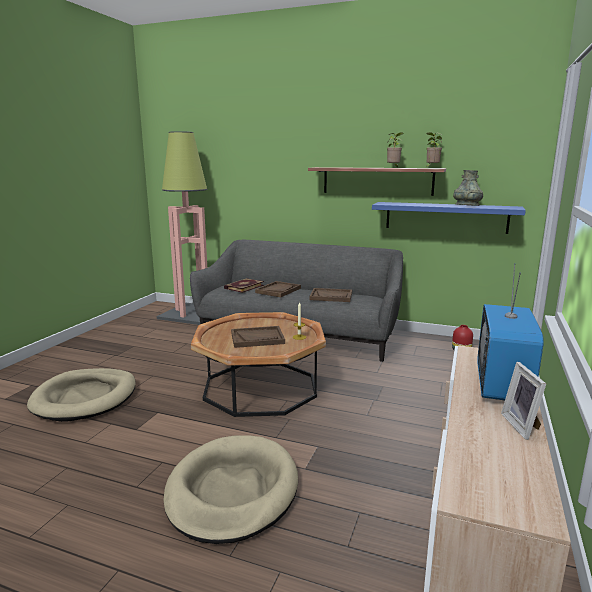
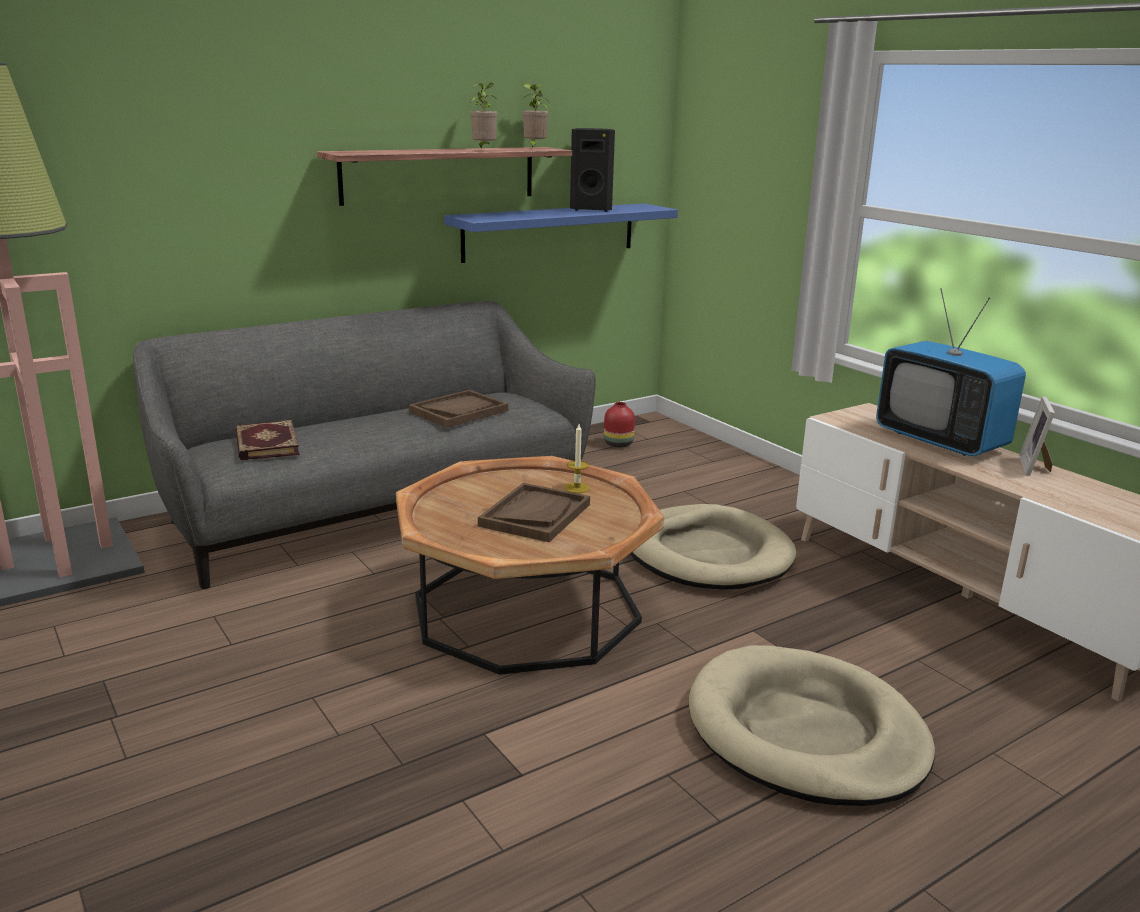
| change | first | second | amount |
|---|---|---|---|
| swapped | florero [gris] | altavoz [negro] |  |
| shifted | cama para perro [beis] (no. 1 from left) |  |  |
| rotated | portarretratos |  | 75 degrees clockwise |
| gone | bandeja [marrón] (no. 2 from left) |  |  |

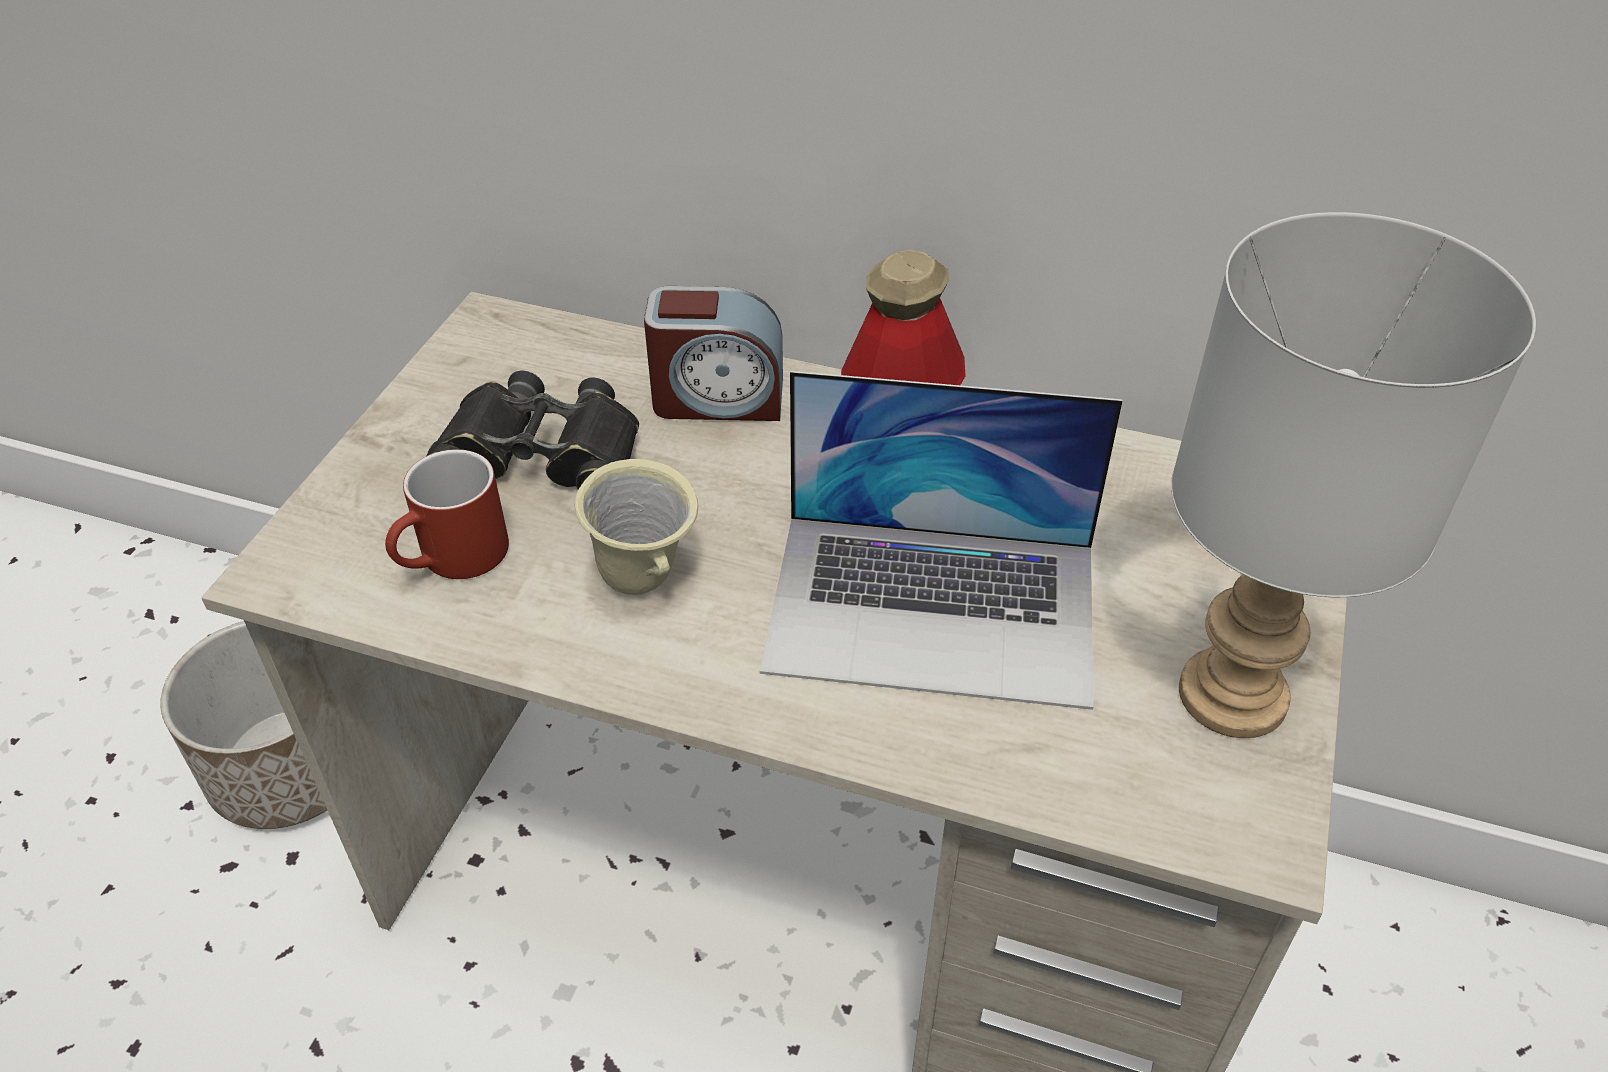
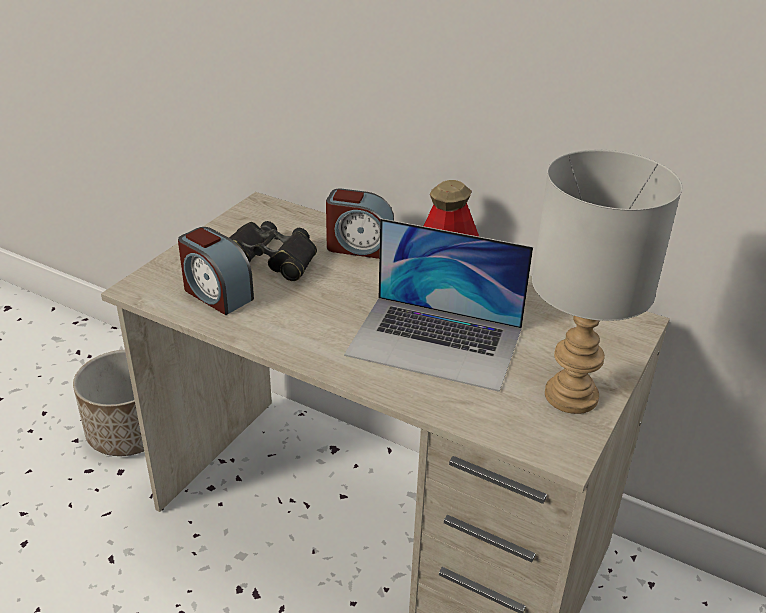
| change | first | second | amount |
|---|---|---|---|
| swapped | taza grande [rojo] | despertador (no. 1 from left) |  |
| gone | taza grande [beis] |  |  |

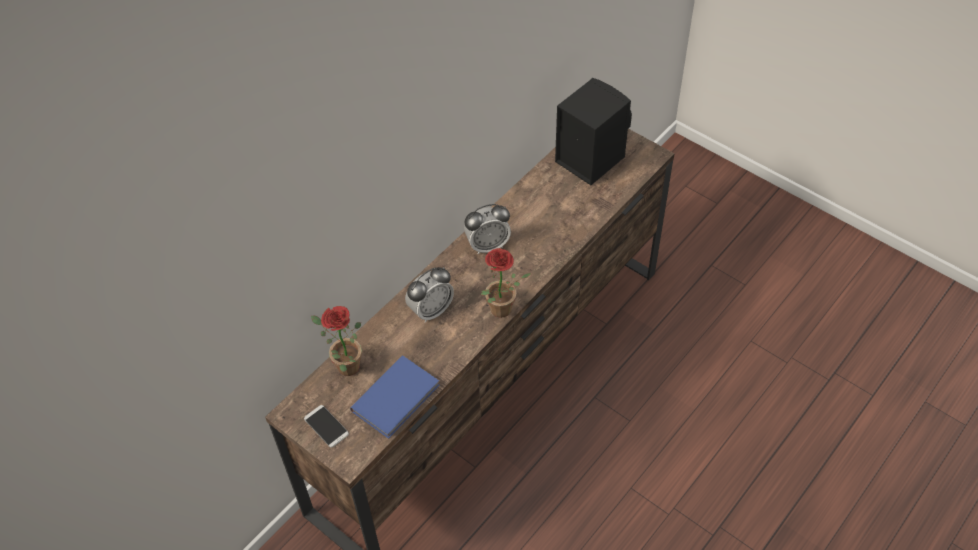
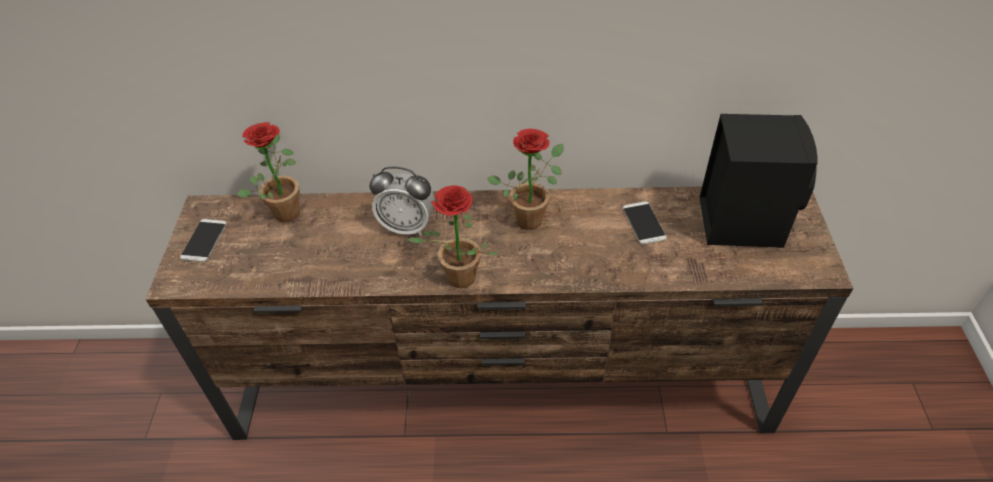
| change | first | second | amount |
|---|---|---|---|
| swapped | despertador (no. 2 from left) | planta en maceta (no. 3 from left) |  |
| new |  | móvil (no. 2 from left) |  |
| gone | libro [azul] |  |  |

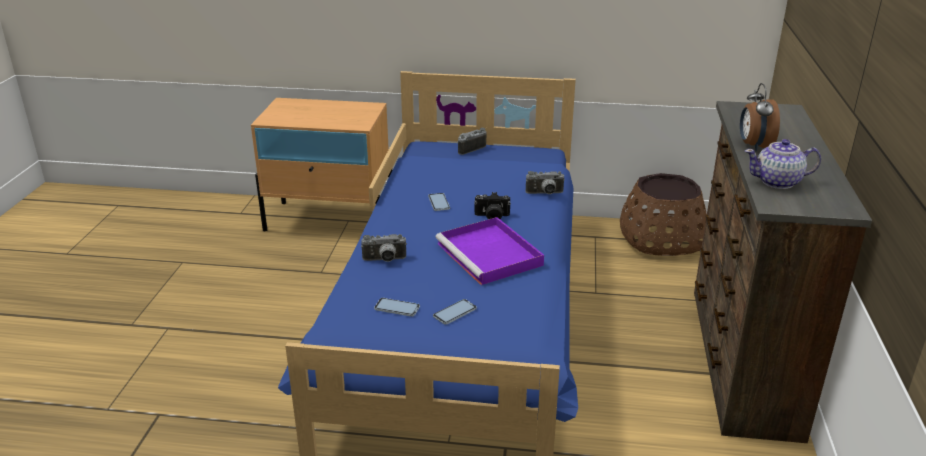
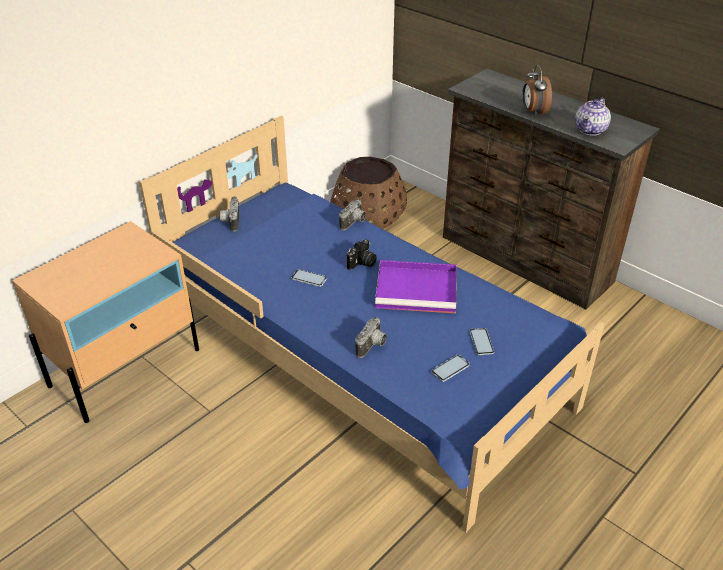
| change | first | second | amount |
|---|---|---|---|
| rotated | despertador |  | 45 degrees clockwise |

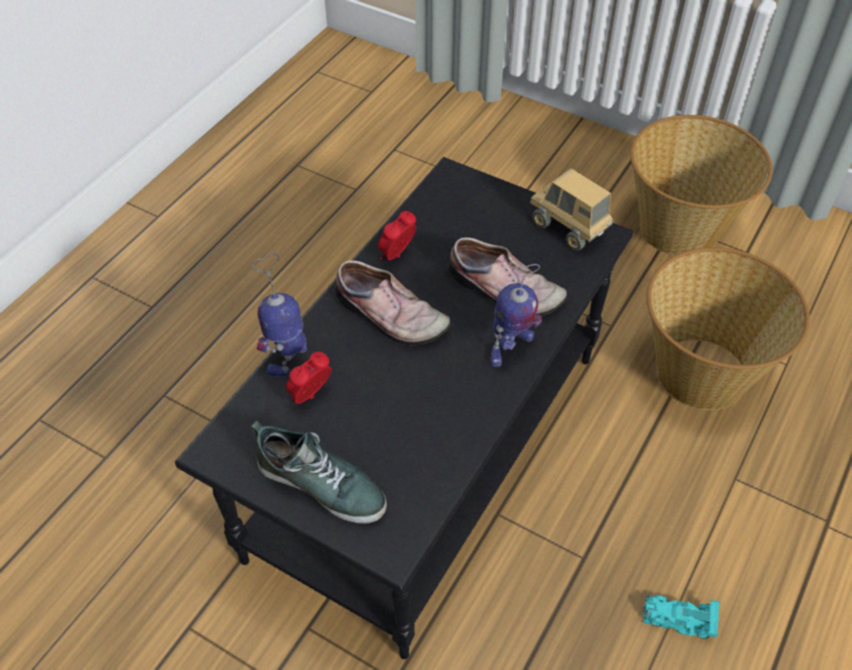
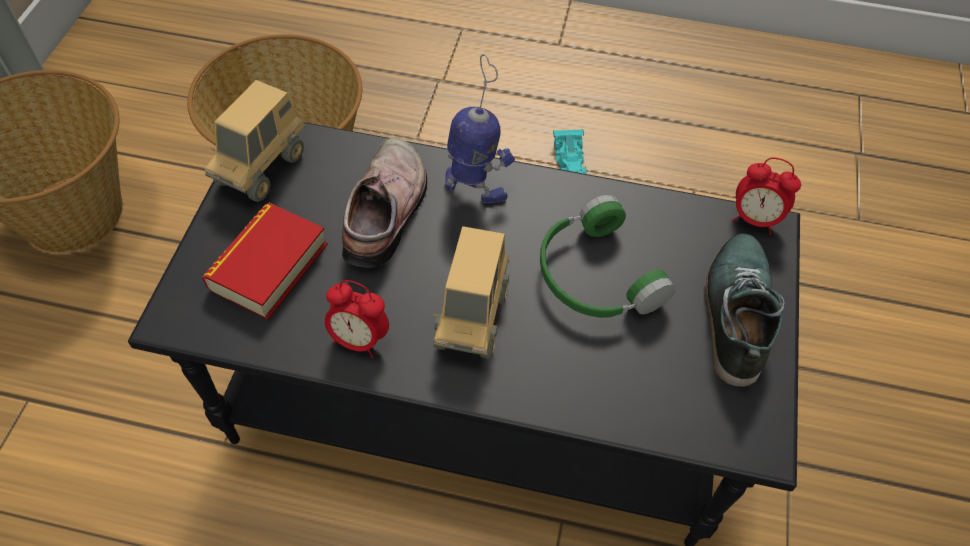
| change | first | second | amount |
|---|---|---|---|
| new |  | libro |  |
| swapped | zapato (no. 2 from left) | camión de juguete (no. 2 from left) |  |
| new |  | auriculares [verde] |  |
| shifted | despertador (no. 1 from left in the first image) | despertador (no. 2 from left) |  |
| gone | robot de juguete (no. 1 from left) |  |  |

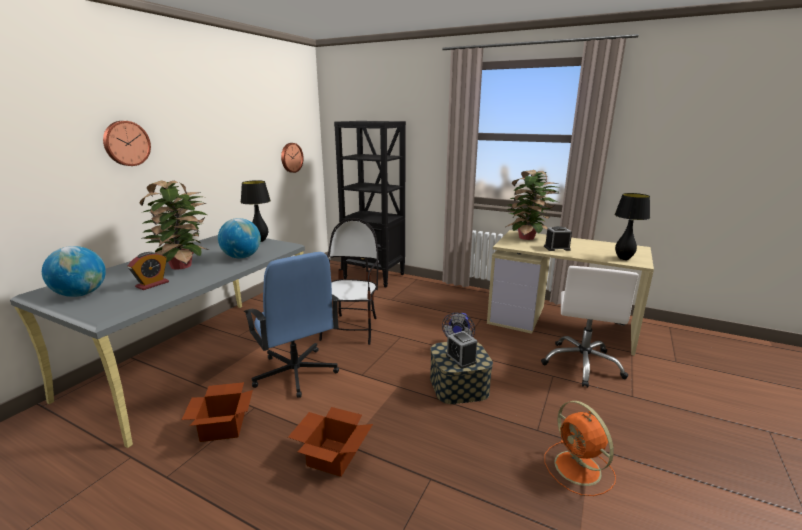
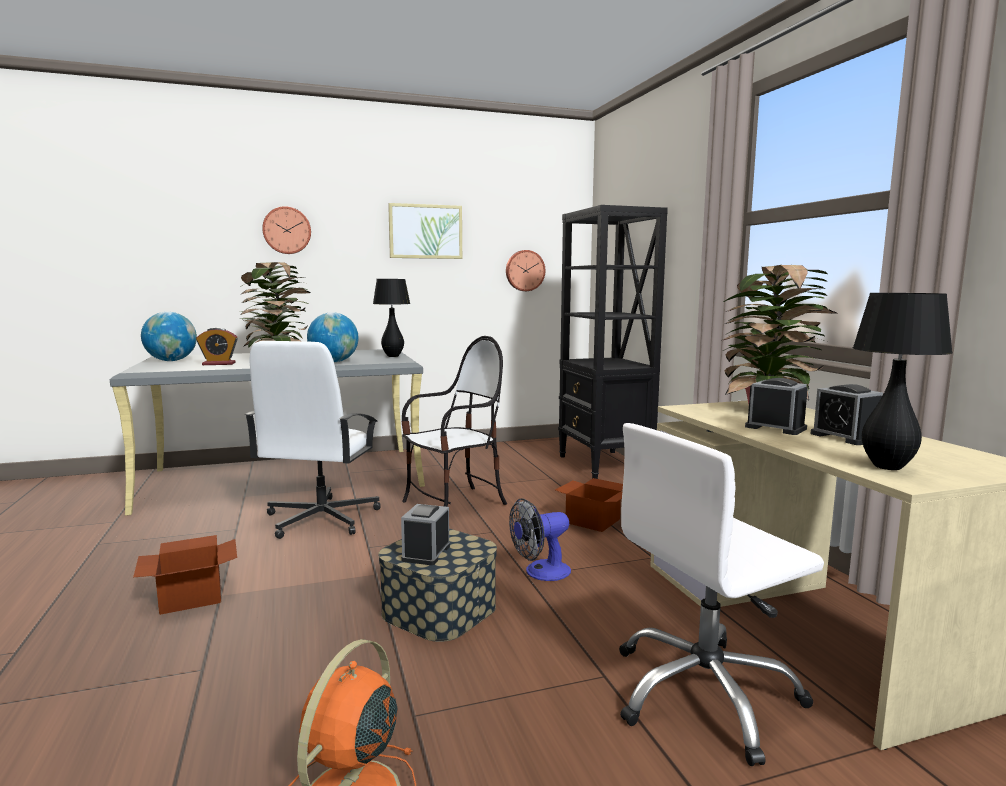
| change | first | second | amount |
|---|---|---|---|
| repainted | silla de oficina [azul] | silla de oficina [blanco] (no. 1 from left) |  |
| new |  | cuadro |  |
| shifted | caja de cartón (no. 1 from left in the first image) | caja de cartón (no. 2 from left) |  |
| new |  | despertador (no. 4 from left) |  |

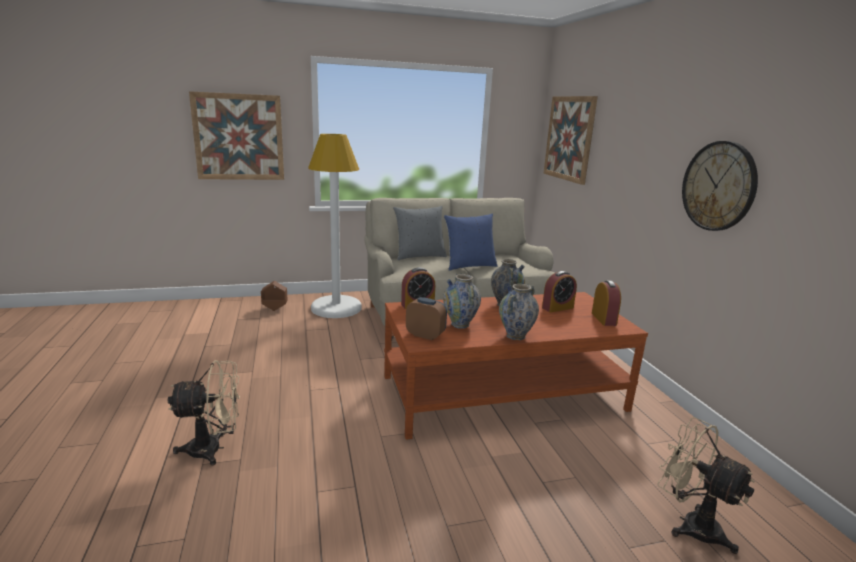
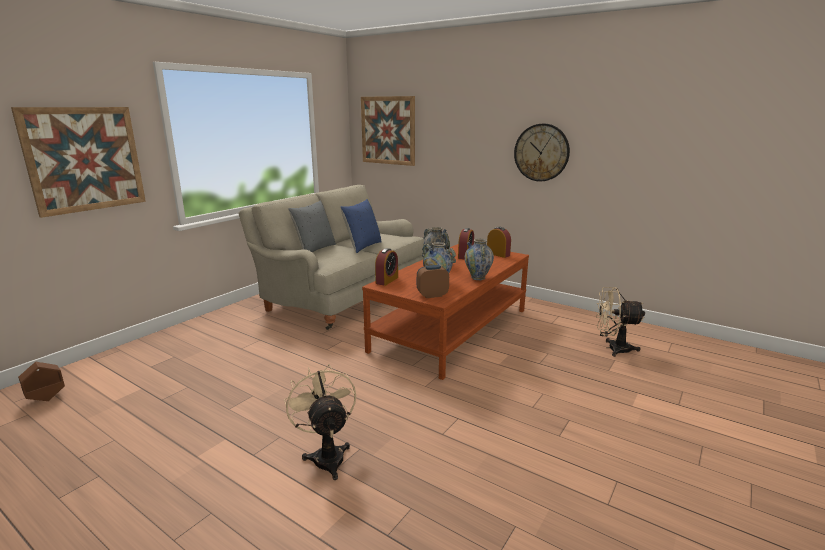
| change | first | second | amount |
|---|---|---|---|
| shifted | maceta [marrón] |  |  |
| rotated | ventilador [beis] (no. 1 from left) |  | 60 degrees counterclockwise |
| gone | lámpara de pie [blanco] |  |  |

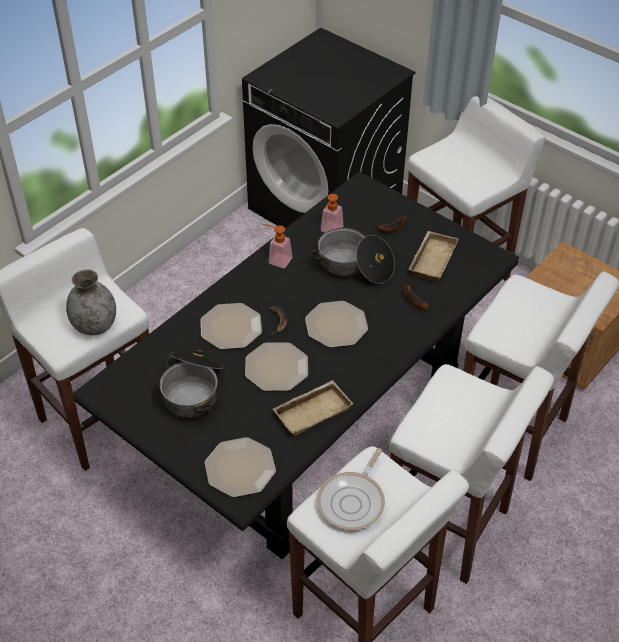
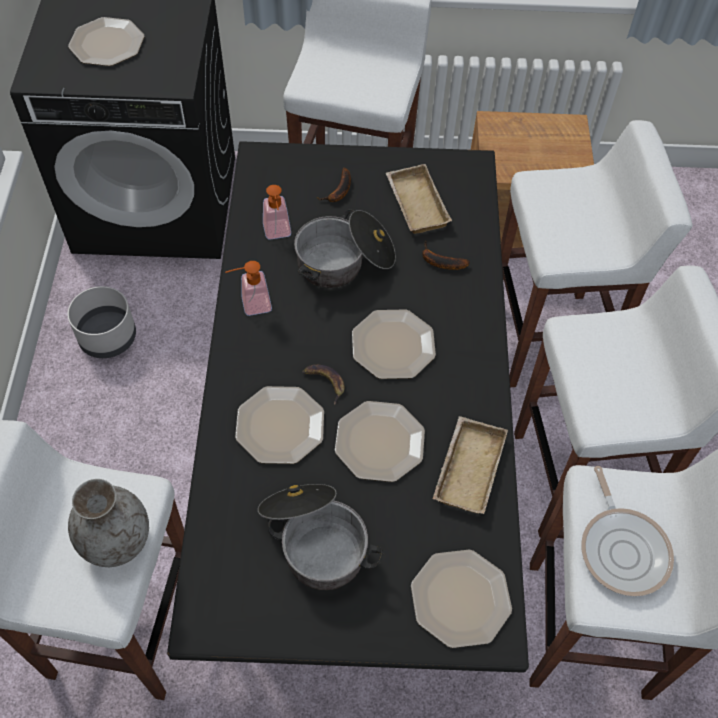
| change | first | second | amount |
|---|---|---|---|
| new |  | maceta [gris] |  |
| new |  | plato (no. 1 from left) |  |

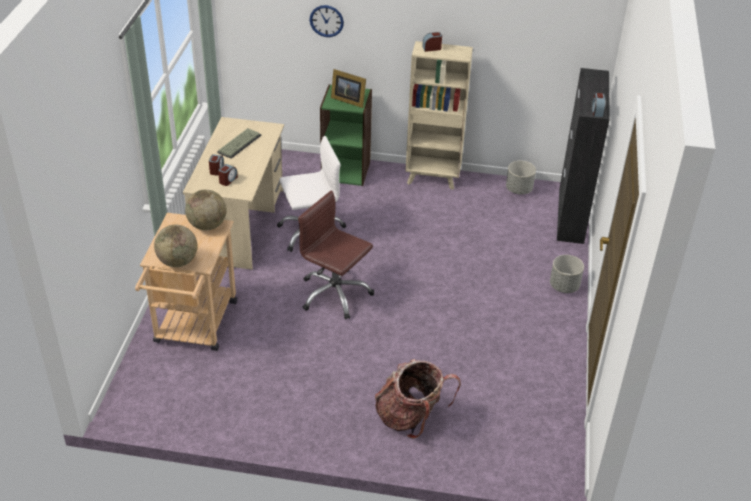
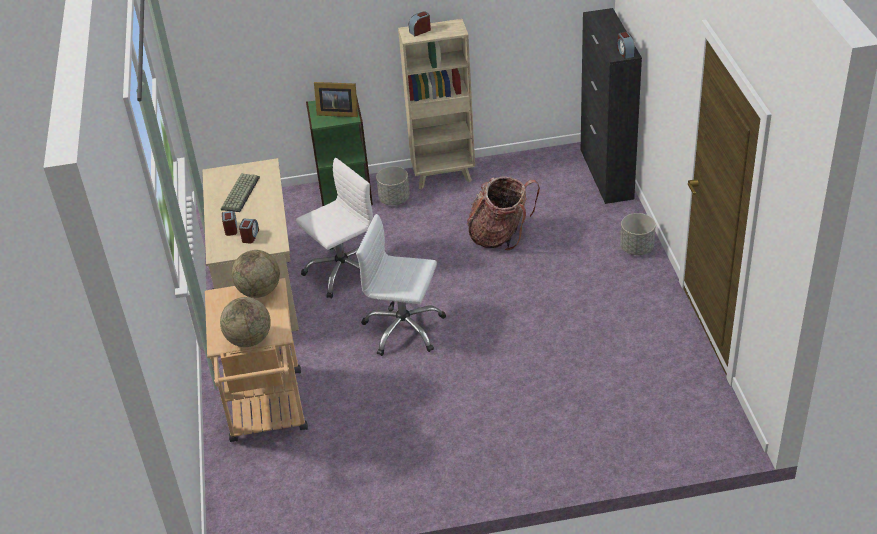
| change | first | second | amount |
|---|---|---|---|
| repainted | silla de oficina [marrón] | silla de oficina [blanco] (no. 2 from left) |  |
| shifted | maceta [gris] (no. 1 from left) |  |  |
| shifted | mochila |  |  |
| gone | reloj de pared |  |  |

